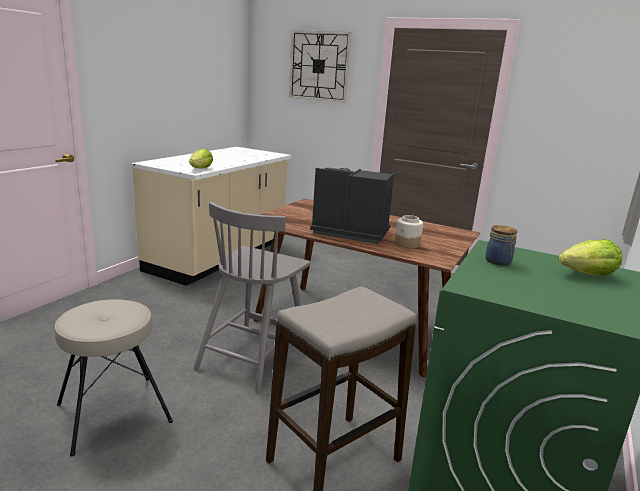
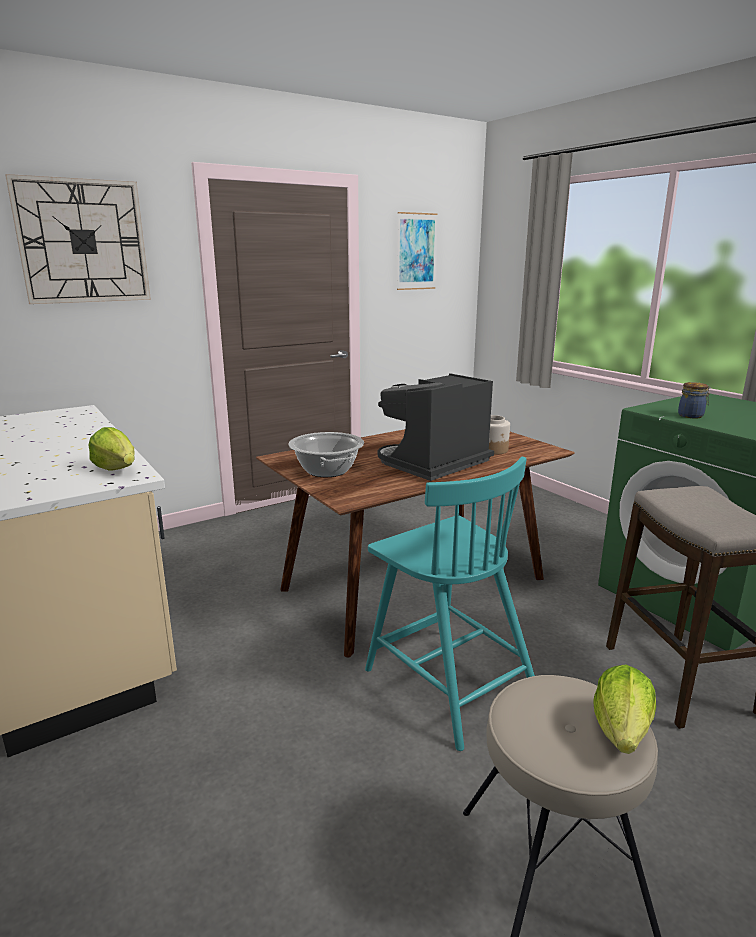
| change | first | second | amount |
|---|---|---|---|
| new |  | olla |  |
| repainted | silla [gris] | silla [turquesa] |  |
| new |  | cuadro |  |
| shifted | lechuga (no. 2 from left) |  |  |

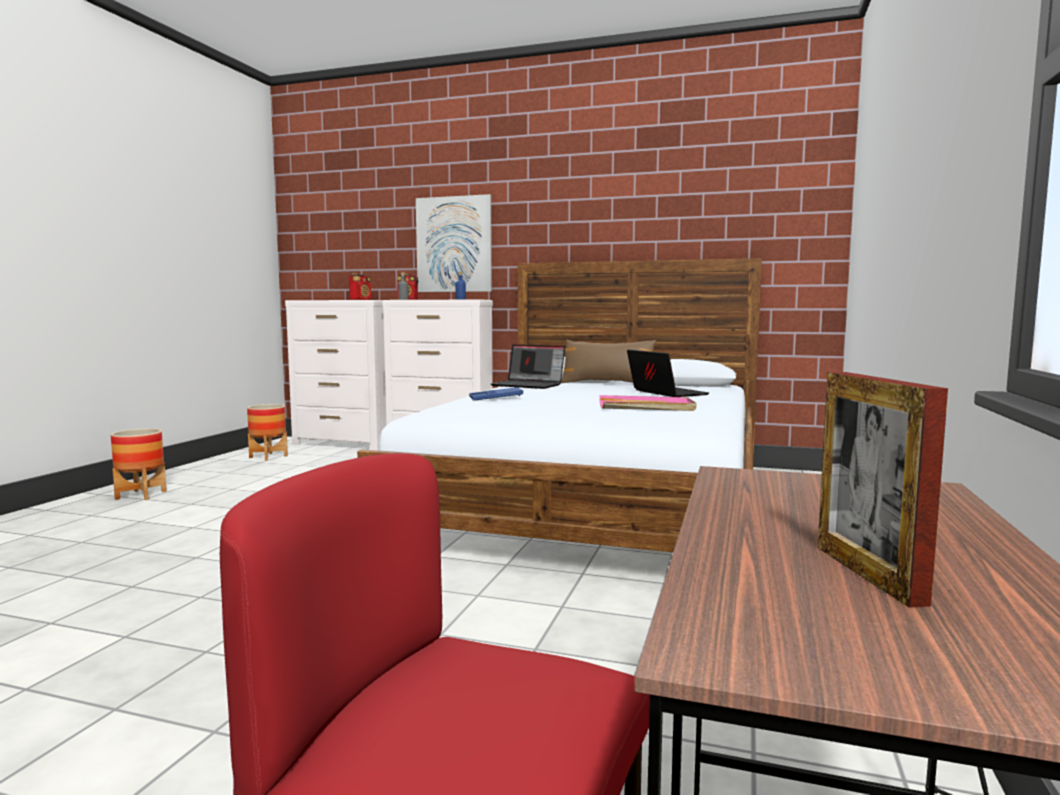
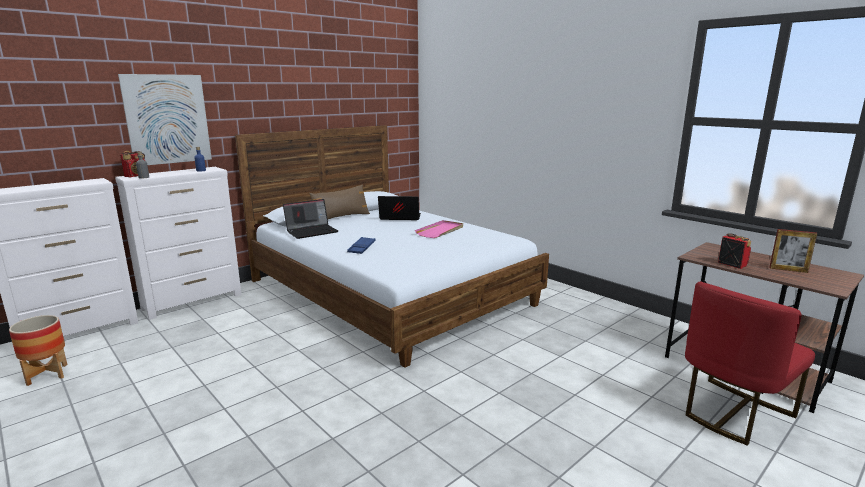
| change | first | second | amount |
|---|---|---|---|
| shifted | radio (no. 1 from left in the first image) | radio (no. 2 from left) |  |
| gone | maceta (no. 1 from left) |  |  |

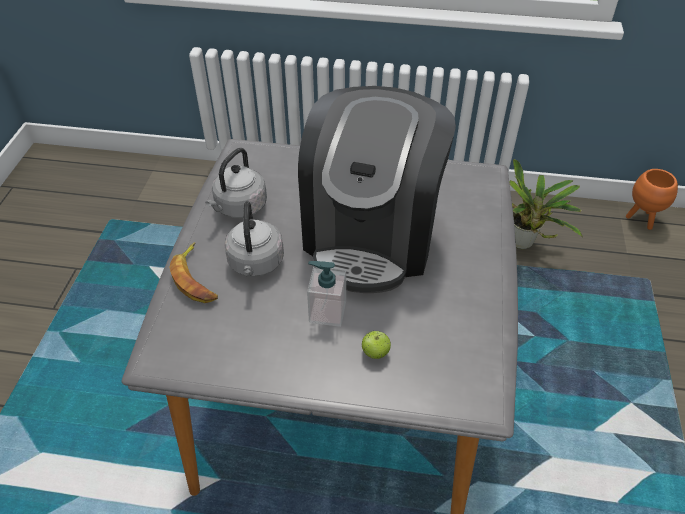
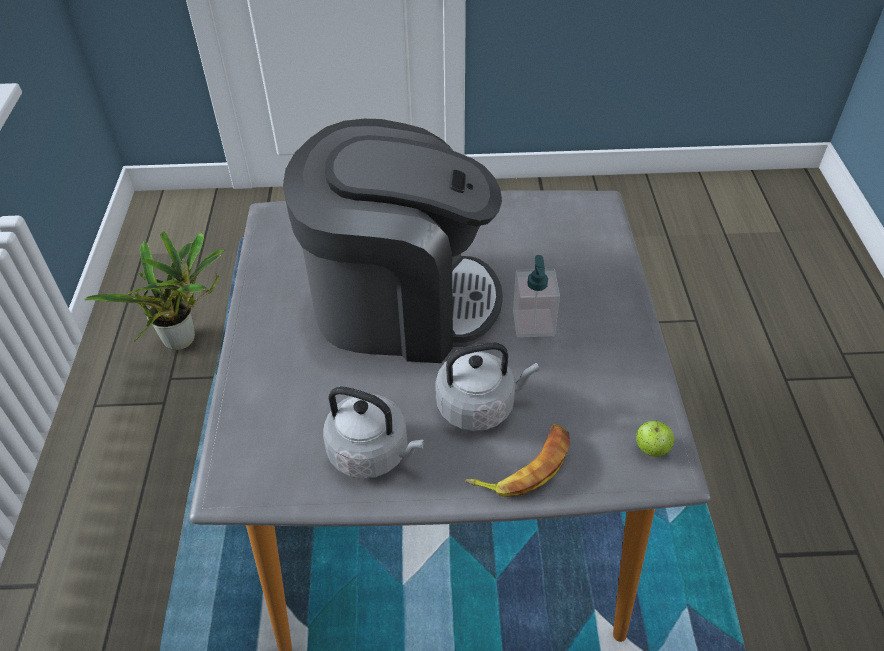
| change | first | second | amount |
|---|---|---|---|
| shifted | manzana |  |  |
| gone | maceta [naranja] |  |  |

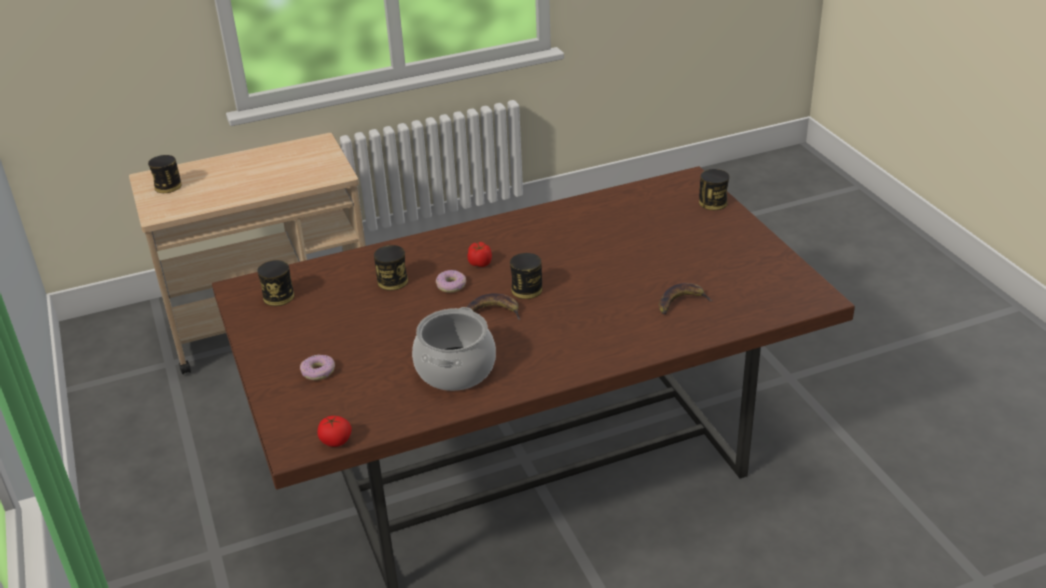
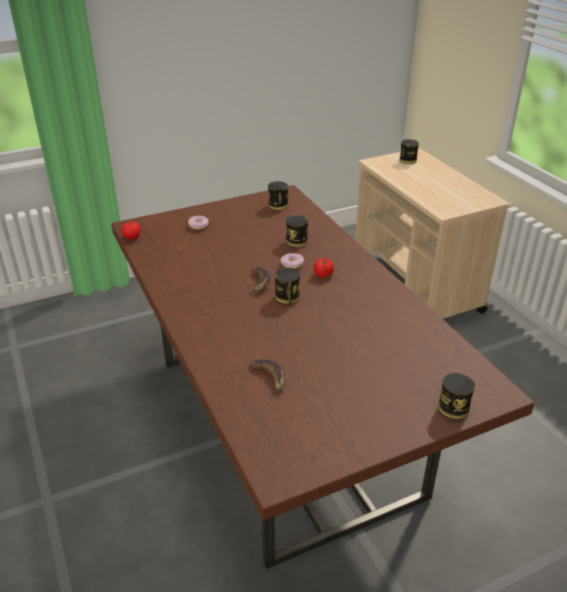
| change | first | second | amount |
|---|---|---|---|
| gone | olla |  |  |

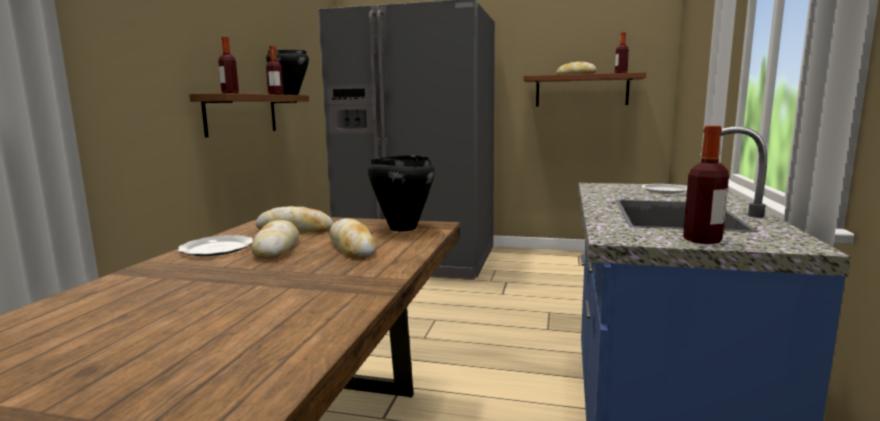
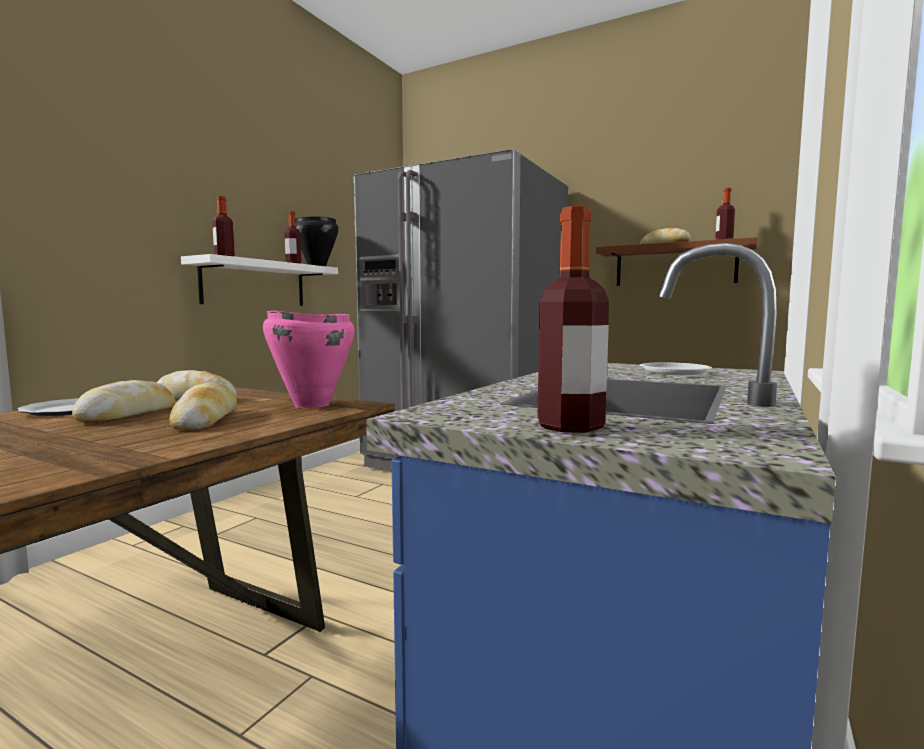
| change | first | second | amount |
|---|---|---|---|
| repainted | estante [marrón] (no. 1 from left) | estante [blanco] |  |
| repainted | olla [negro] (no. 2 from left) | olla [rosa] |  |

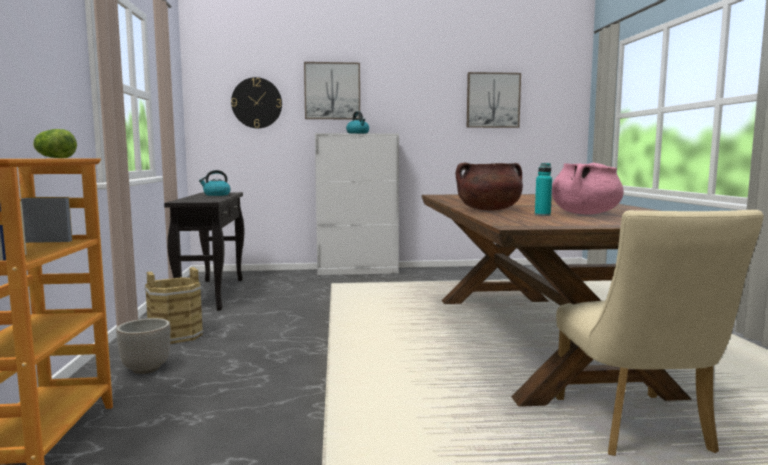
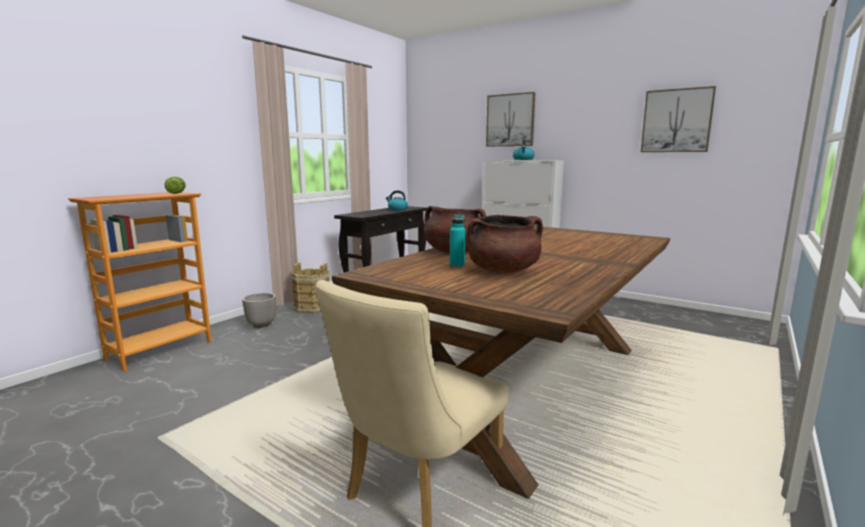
| change | first | second | amount |
|---|---|---|---|
| repainted | olla [rosa] | olla [marrón] (no. 2 from left) |  |
| gone | reloj de pared |  |  |

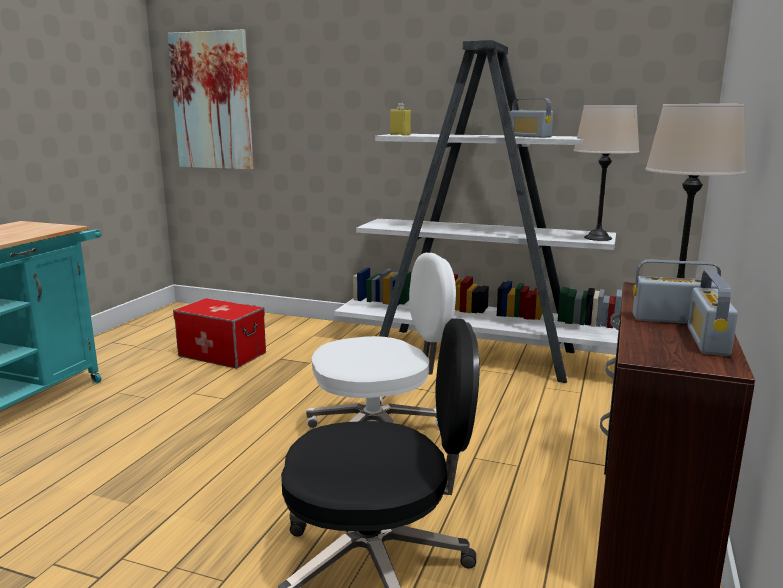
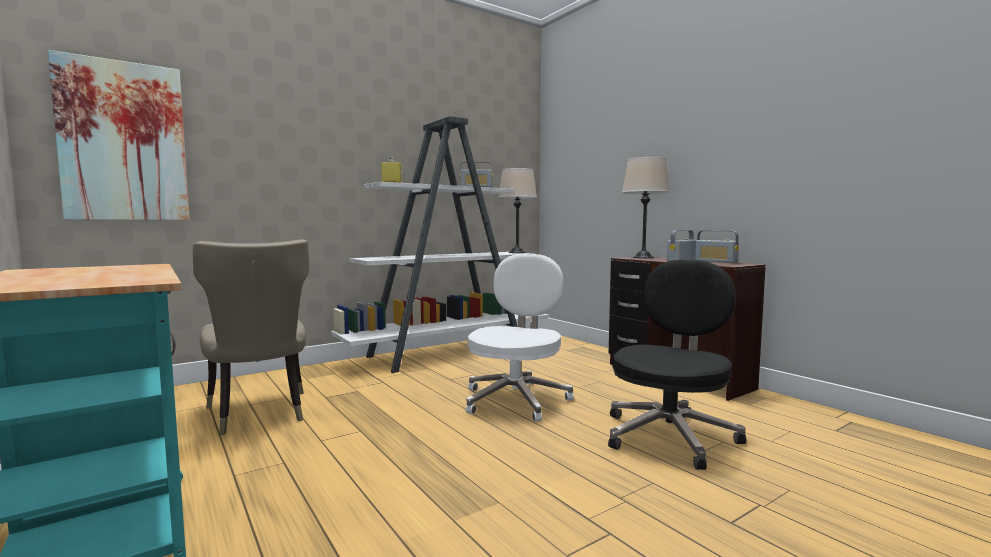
| change | first | second | amount |
|---|---|---|---|
| swapped | caja de almacenaje | silla [beis] |  |

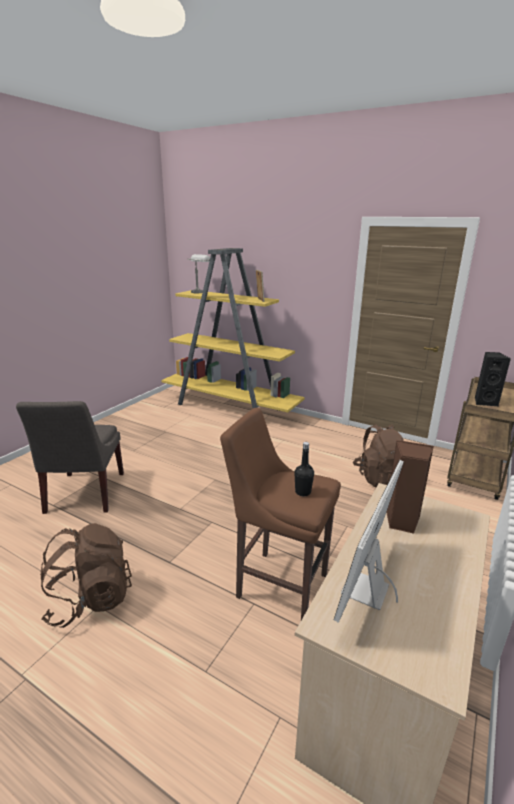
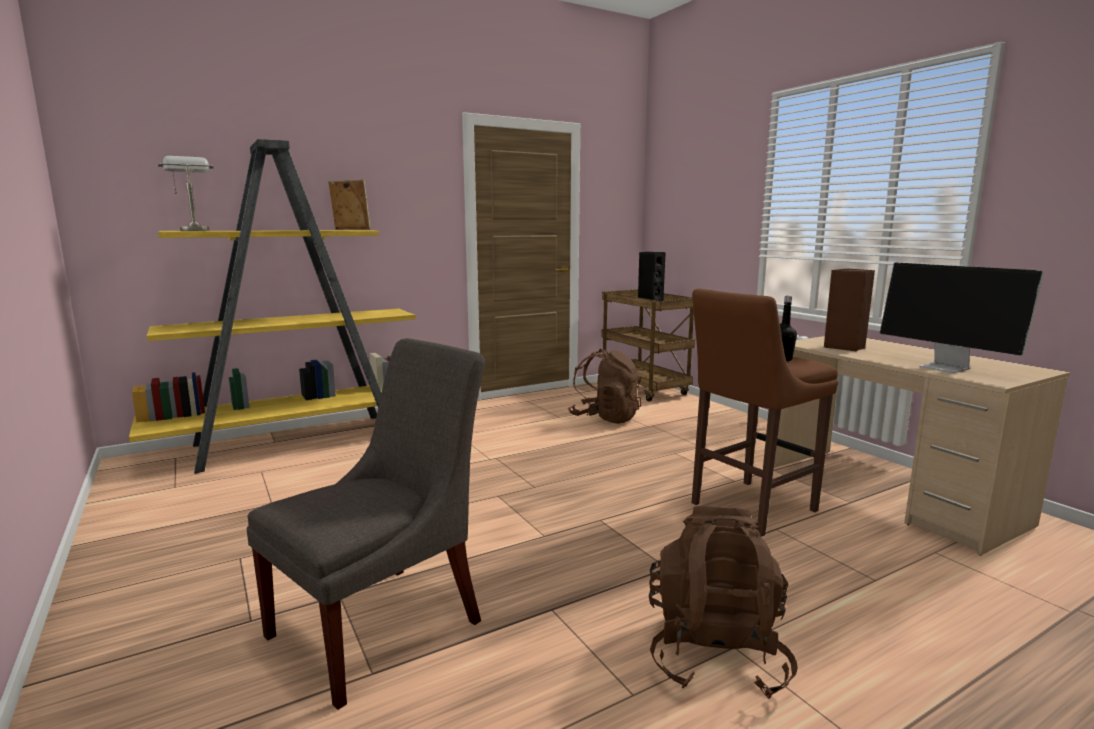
| change | first | second | amount |
|---|---|---|---|
| rotated | silla [gris] |  | 75 degrees counterclockwise |

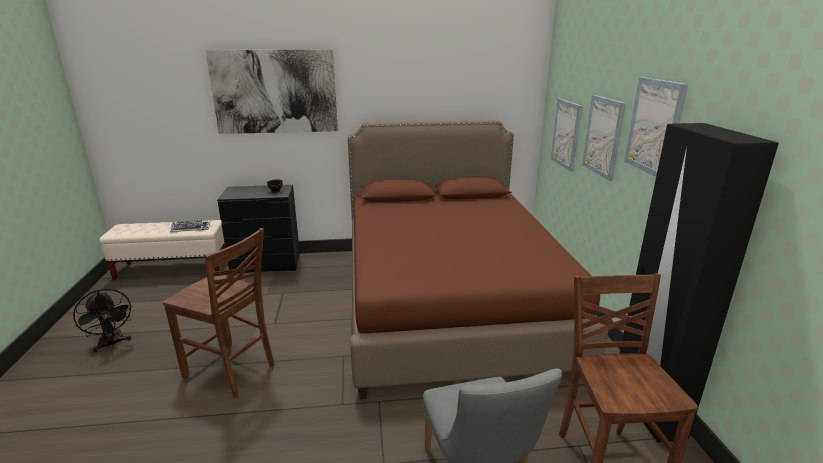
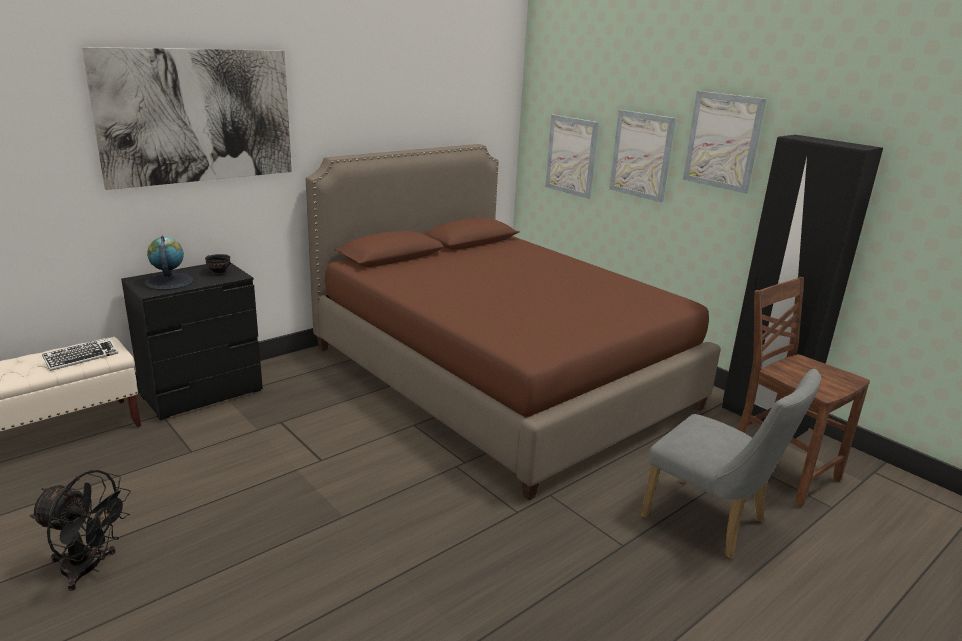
| change | first | second | amount |
|---|---|---|---|
| new |  | globo terráqueo |  |
| gone | silla [marrón] (no. 1 from left) |  |  |

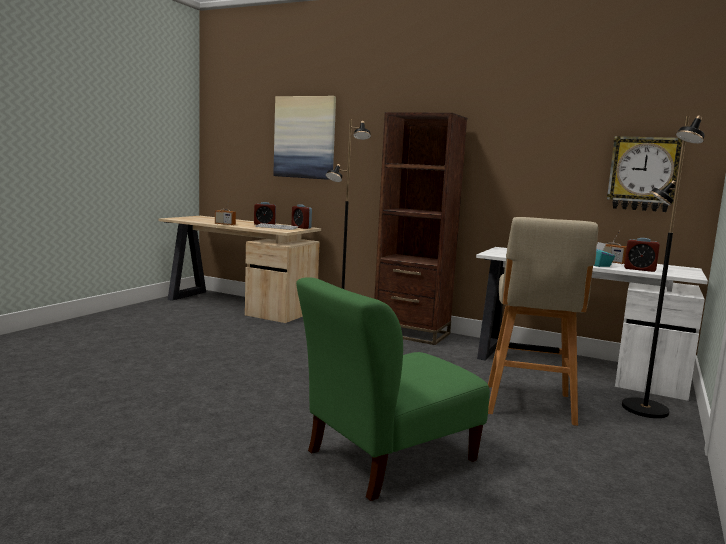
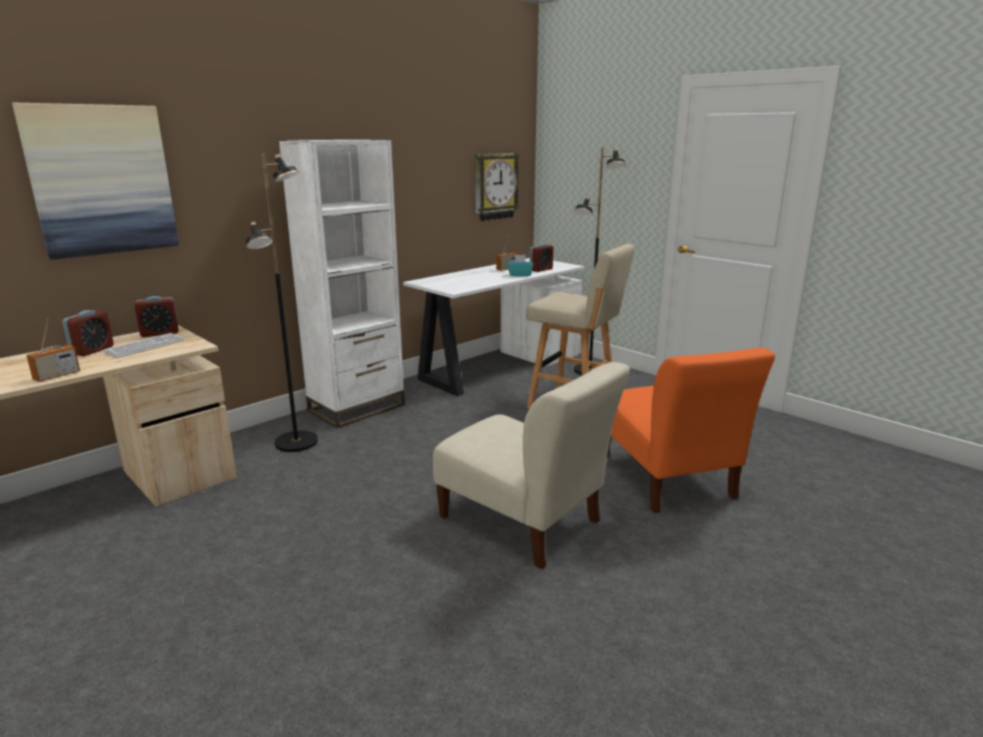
| change | first | second | amount |
|---|---|---|---|
| repainted | estantería [marrón] | estantería [blanco] |  |
| new |  | silla [beis] |  |
| repainted | silla [verde] | silla [naranja] |  |

